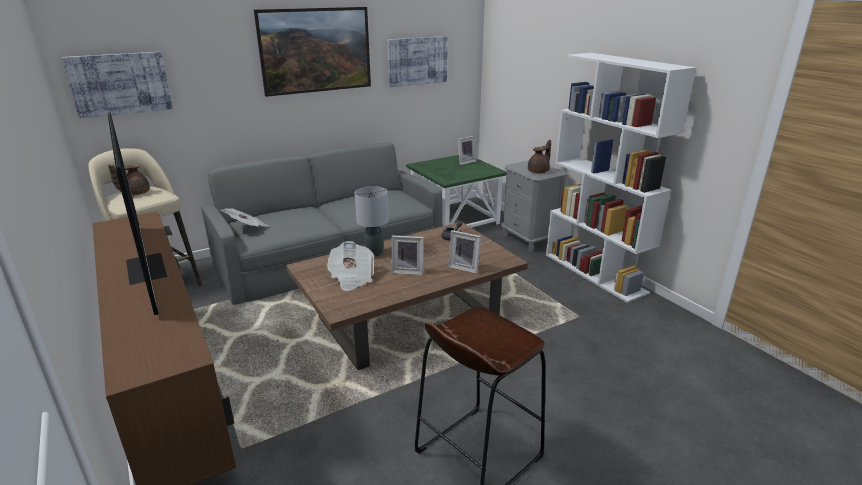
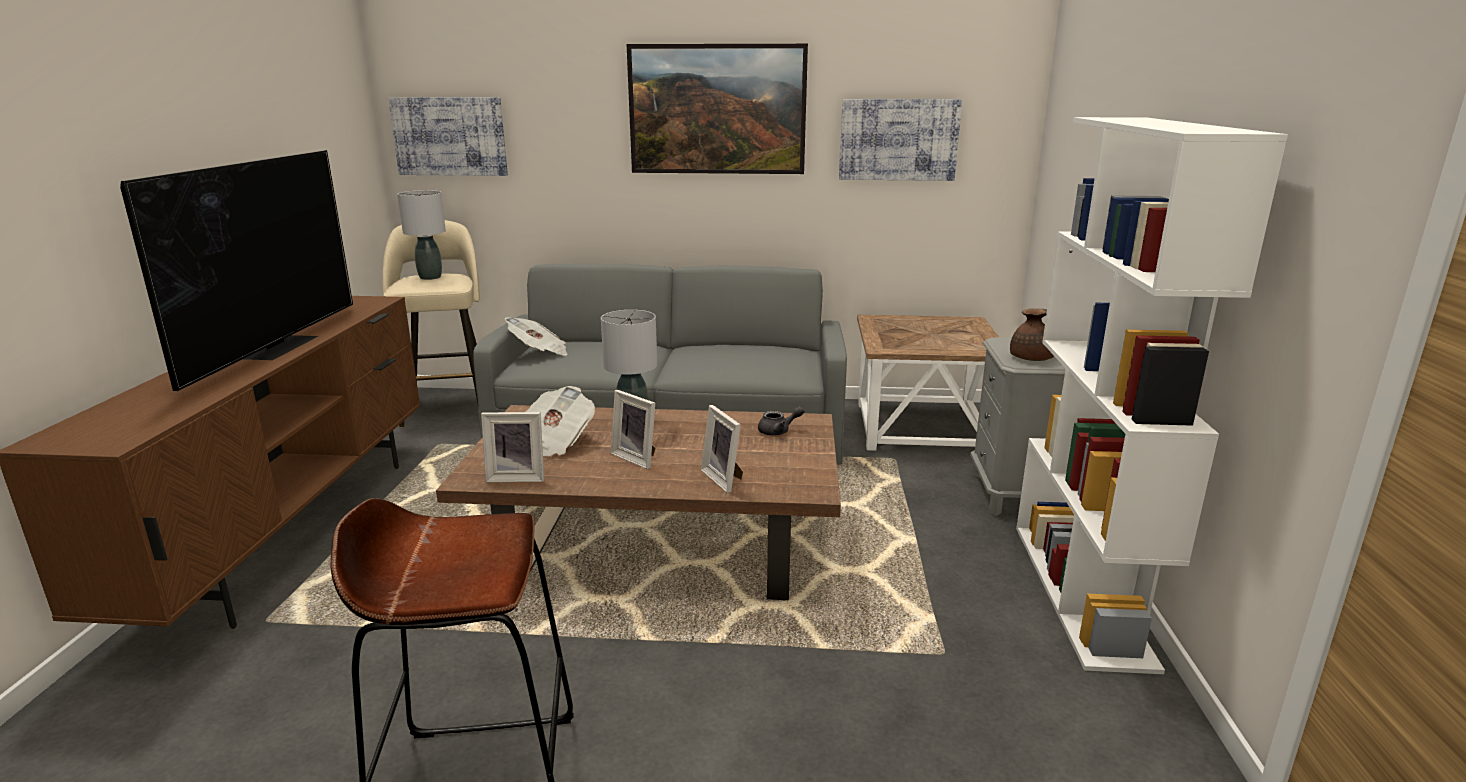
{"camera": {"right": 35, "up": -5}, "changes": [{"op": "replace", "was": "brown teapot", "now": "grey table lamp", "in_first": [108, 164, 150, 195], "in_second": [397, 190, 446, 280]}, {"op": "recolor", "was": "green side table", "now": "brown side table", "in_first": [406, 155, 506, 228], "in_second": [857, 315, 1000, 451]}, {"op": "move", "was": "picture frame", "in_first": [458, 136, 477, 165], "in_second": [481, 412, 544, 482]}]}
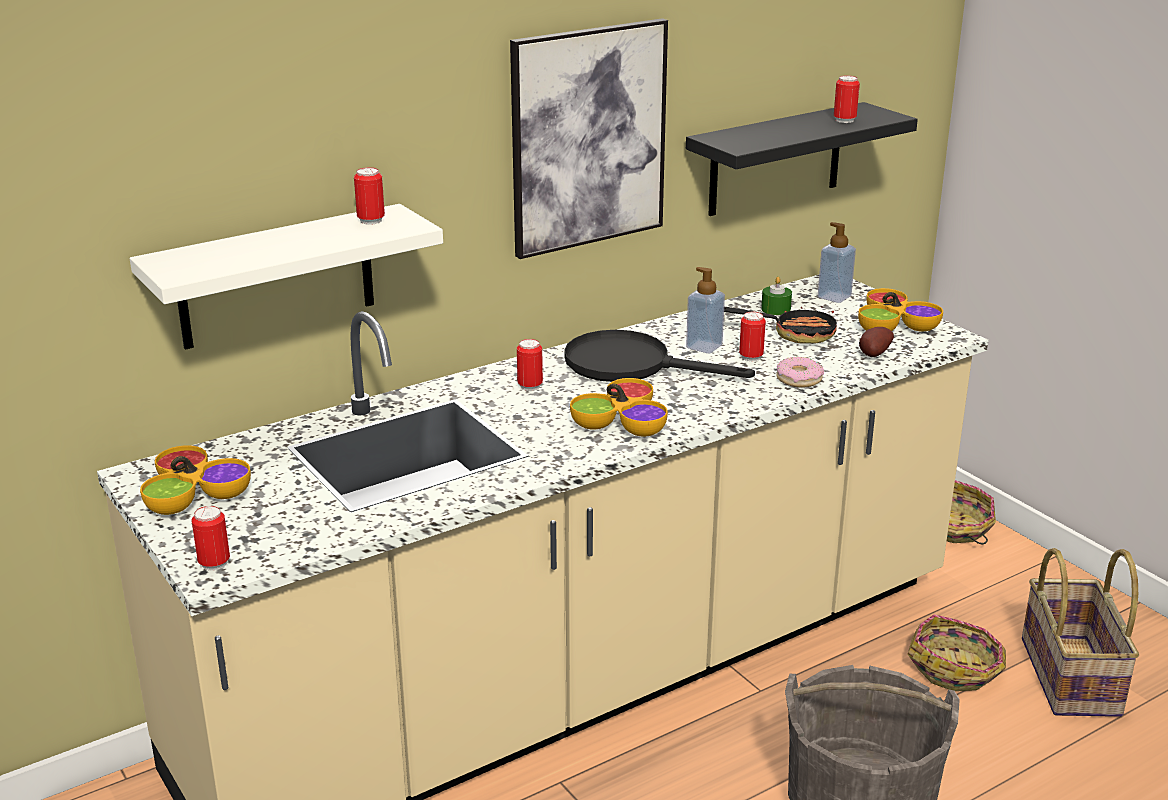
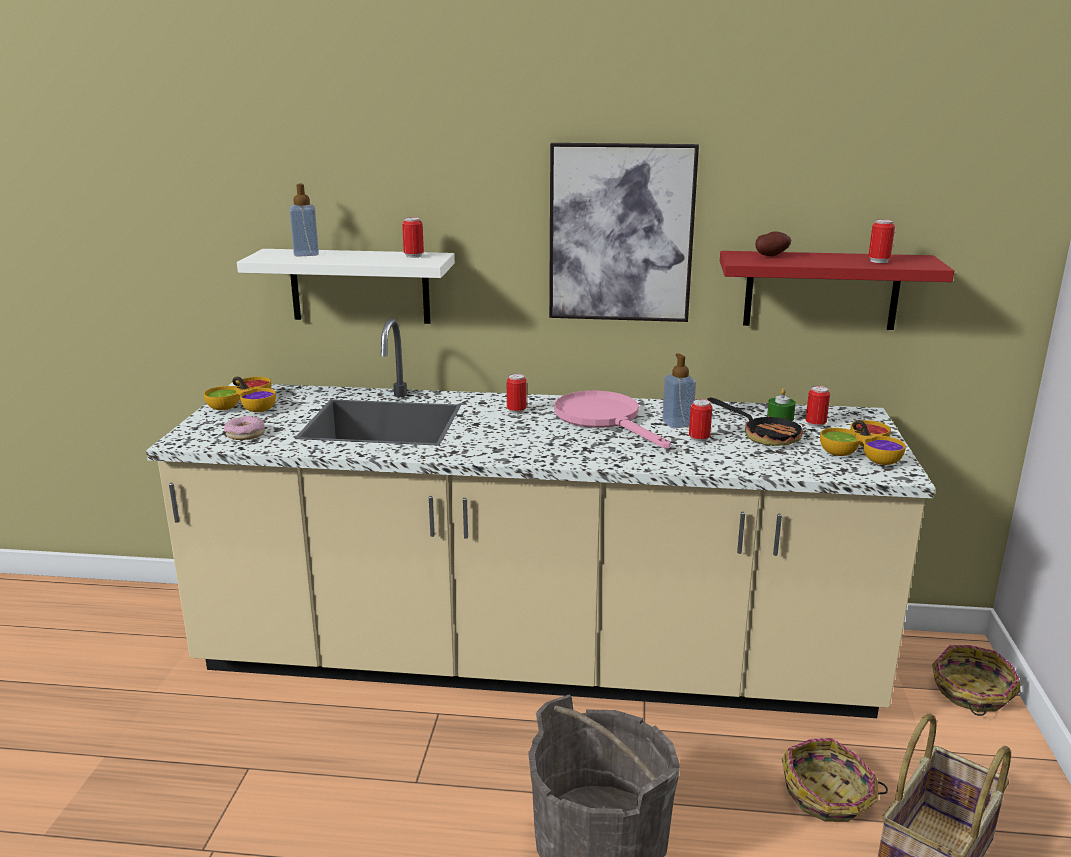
{"camera": {"right": 40, "up": -5}, "changes": [{"op": "move", "was": "can", "in_first": [191, 506, 230, 571], "in_second": [806, 386, 830, 428]}, {"op": "recolor", "was": "black frying pan", "now": "pink frying pan", "in_first": [564, 330, 755, 382], "in_second": [554, 391, 671, 449]}, {"op": "delete", "was": "bowl", "in_first": [570, 378, 668, 437]}, {"op": "recolor", "was": "black shelf", "now": "red shelf", "in_first": [686, 102, 918, 216], "in_second": [720, 251, 954, 330]}, {"op": "move", "was": "donut", "in_first": [776, 357, 824, 388], "in_second": [224, 416, 265, 440]}, {"op": "move", "was": "soap dispenser", "in_first": [818, 222, 856, 303], "in_second": [290, 183, 319, 256]}, {"op": "move", "was": "potato", "in_first": [859, 327, 894, 357], "in_second": [755, 231, 791, 256]}]}
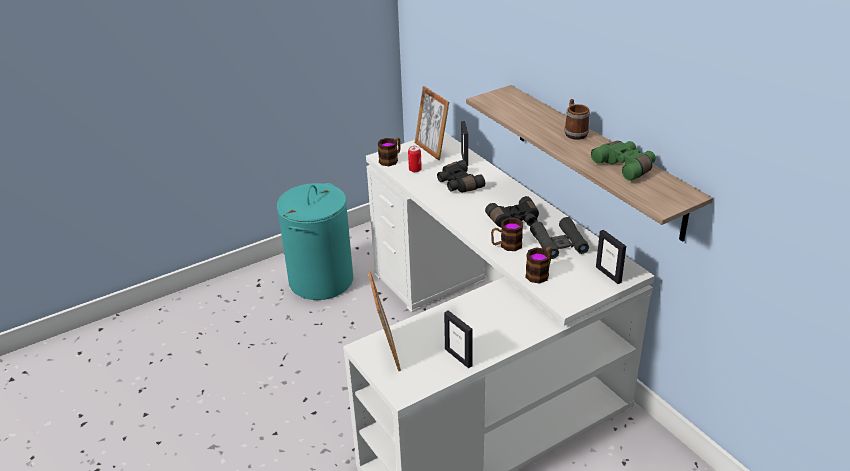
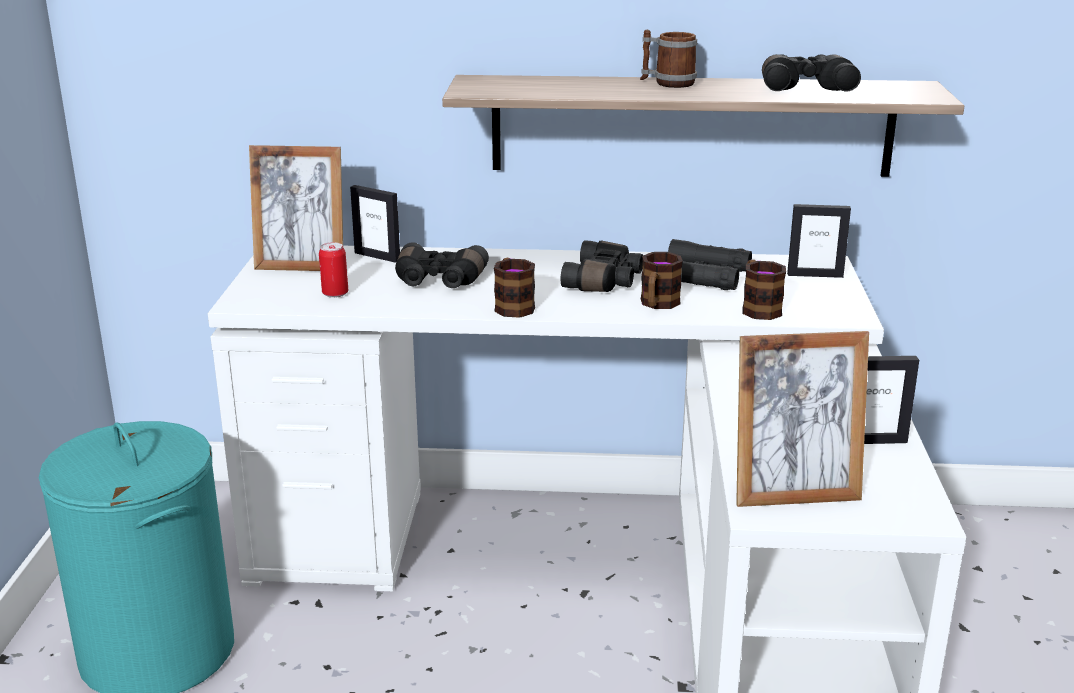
{"camera": {"right": -55, "up": -10}, "changes": [{"op": "rotate", "was": "picture frame", "in_first": [367, 271, 401, 371], "in_second": [736, 331, 869, 507], "clockwise": 150}, {"op": "move", "was": "mug", "in_first": [378, 138, 401, 166], "in_second": [494, 258, 535, 318]}, {"op": "recolor", "was": "green binoculars", "now": "black binoculars", "in_first": [591, 141, 655, 181], "in_second": [762, 54, 861, 92]}]}
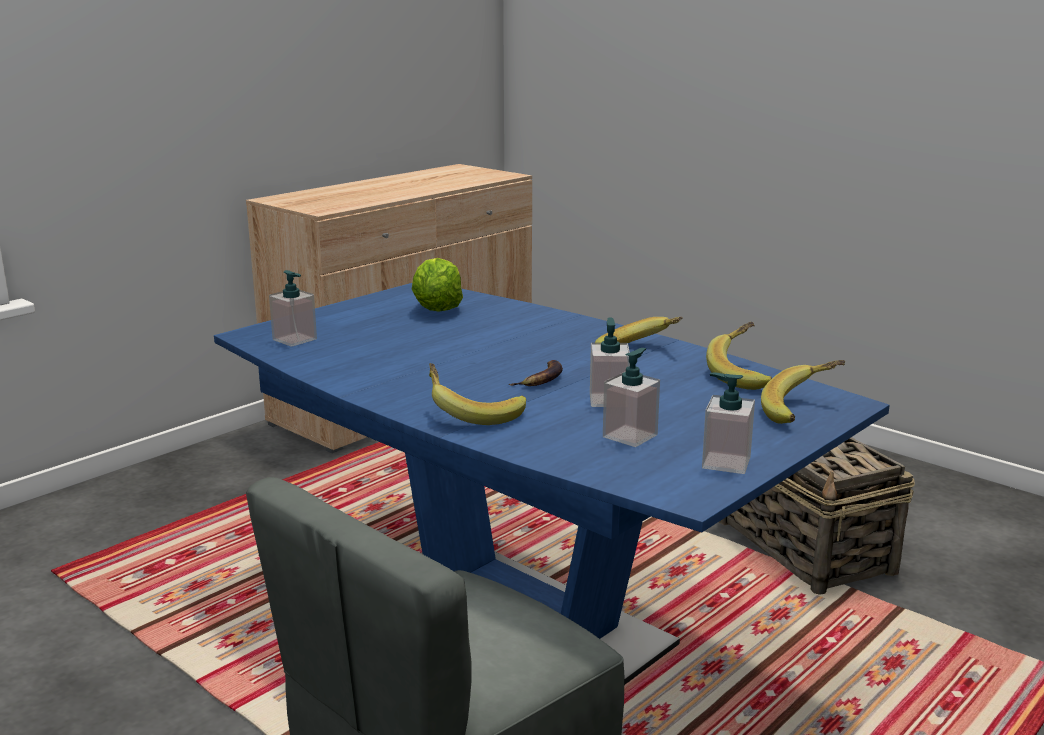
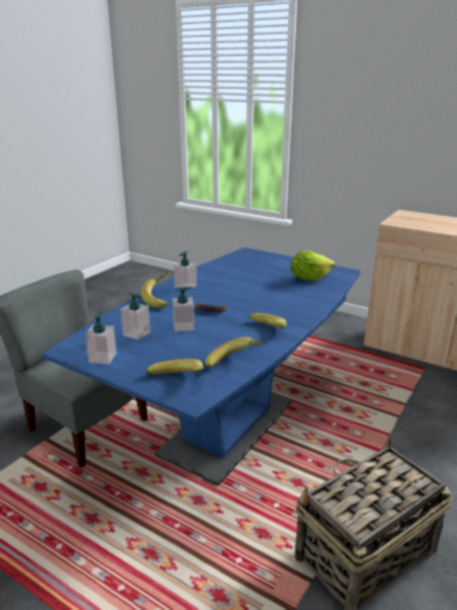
{"camera": {"right": 80, "up": 5}, "changes": [{"op": "move", "was": "soap dispenser", "in_first": [269, 270, 317, 347], "in_second": [174, 251, 197, 291]}]}
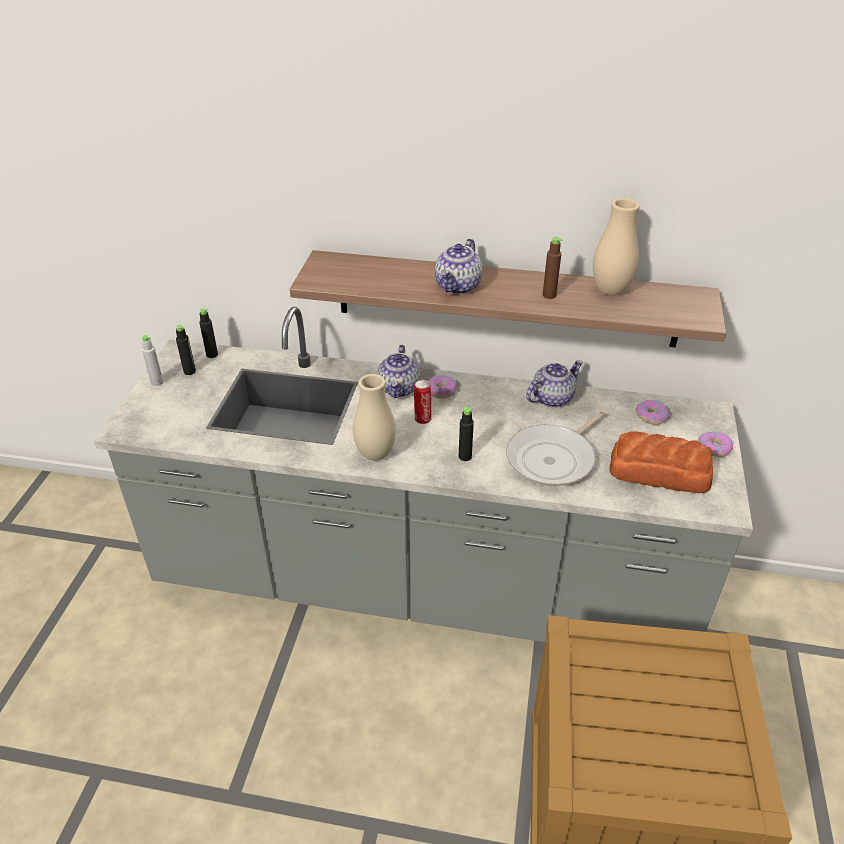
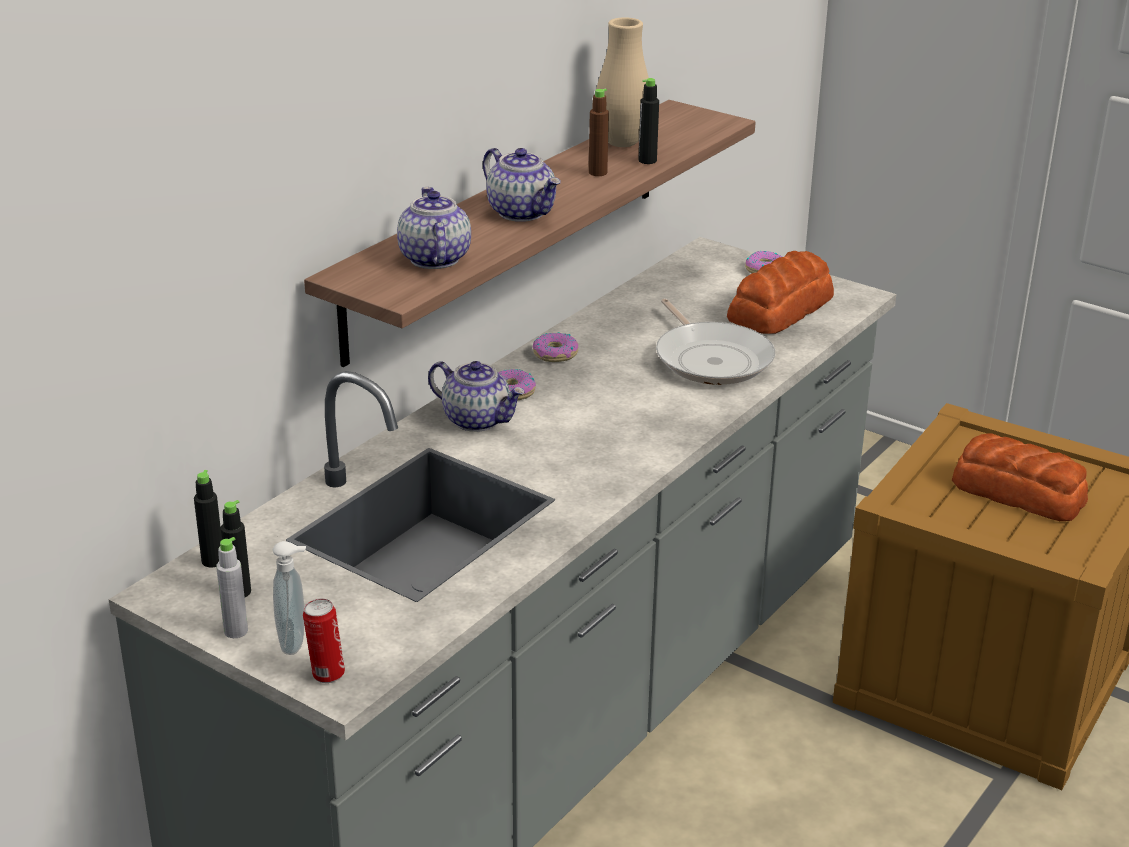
{"camera": {"right": -65, "up": -10}, "changes": [{"op": "delete", "was": "beige vase", "in_first": [353, 374, 396, 461]}, {"op": "move", "was": "can", "in_first": [414, 380, 432, 424], "in_second": [303, 599, 345, 683]}, {"op": "move", "was": "black bottle", "in_first": [458, 406, 474, 461], "in_second": [638, 78, 659, 164]}, {"op": "move", "was": "teapot", "in_first": [526, 360, 583, 408], "in_second": [397, 187, 471, 269]}, {"op": "move", "was": "donut", "in_first": [636, 400, 669, 425], "in_second": [532, 332, 578, 362]}, {"op": "insert", "now": "soap dispenser", "in_second": [273, 541, 306, 655]}, {"op": "insert", "now": "bread", "in_second": [952, 433, 1088, 521]}]}
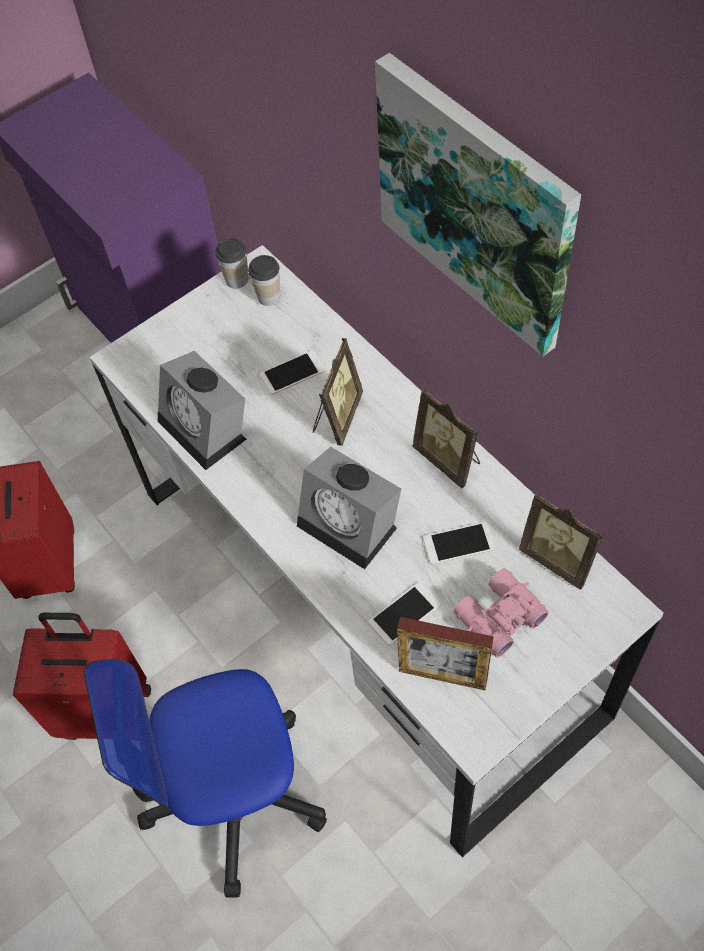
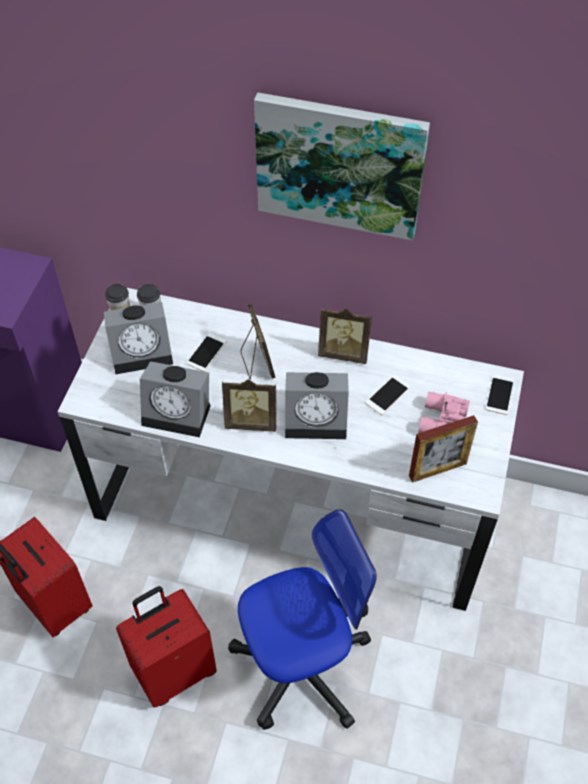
{"camera": {"right": -40, "up": -5}, "changes": [{"op": "rotate", "was": "office chair", "in_first": [84, 659, 327, 898], "in_second": [228, 509, 377, 730], "clockwise": -150}, {"op": "move", "was": "phone", "in_first": [368, 582, 441, 646], "in_second": [485, 373, 515, 415]}, {"op": "move", "was": "picture frame", "in_first": [519, 492, 604, 590], "in_second": [222, 379, 276, 432]}, {"op": "insert", "now": "alarm clock", "in_second": [104, 302, 173, 374]}]}
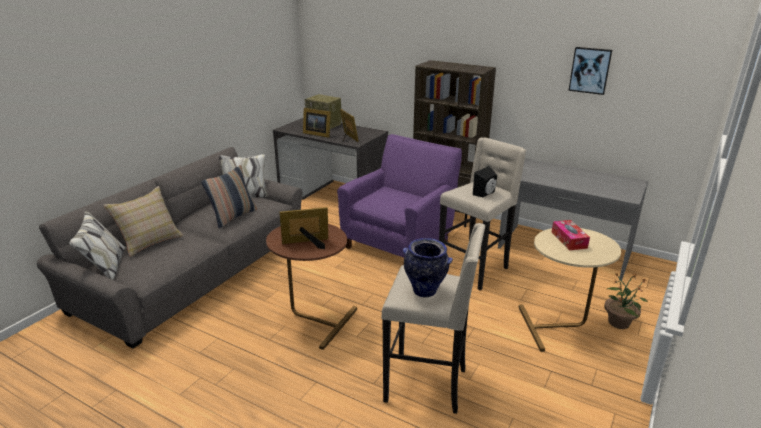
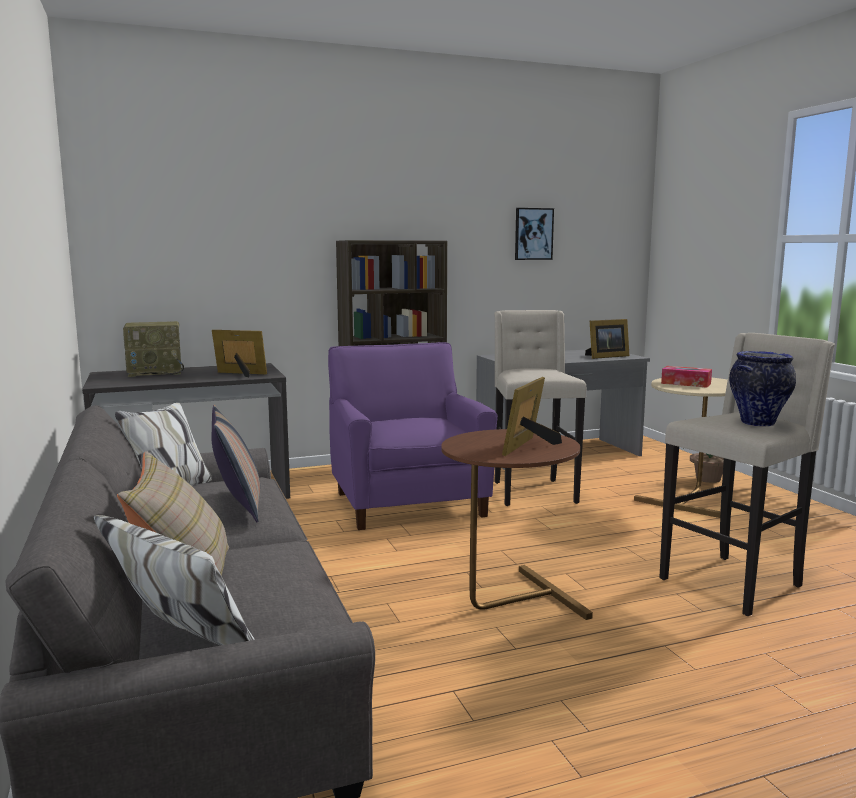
{"camera": {"right": -50, "up": -15}, "changes": [{"op": "move", "was": "picture frame", "in_first": [303, 108, 331, 138], "in_second": [585, 319, 630, 359]}, {"op": "delete", "was": "black speaker", "in_first": [473, 166, 497, 198]}]}
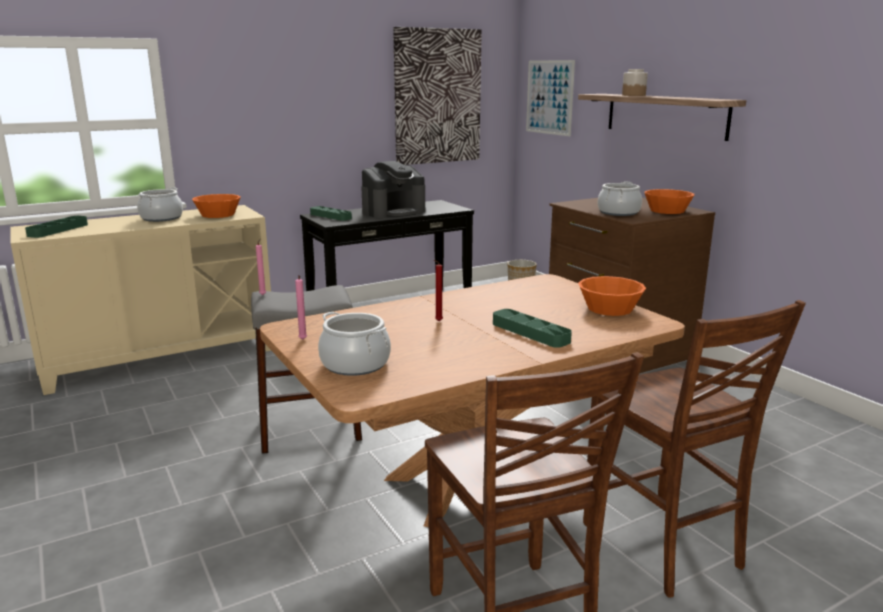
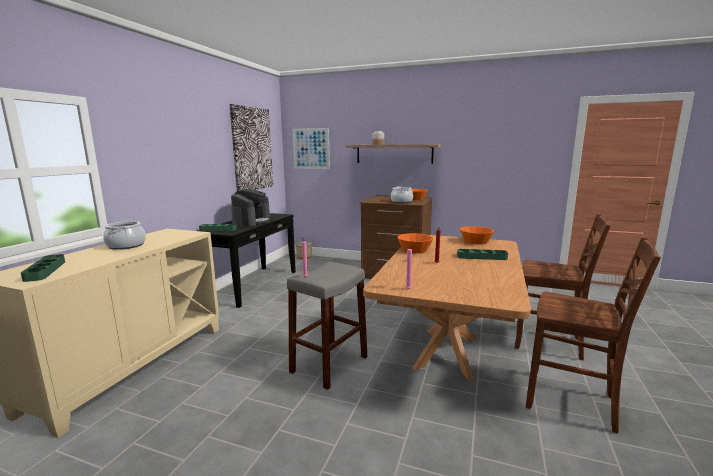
{"camera": {"right": -40, "up": -5}, "changes": [{"op": "move", "was": "orange bowl", "in_first": [192, 194, 241, 218], "in_second": [397, 233, 433, 253]}, {"op": "delete", "was": "cooking pot", "in_first": [318, 312, 391, 376]}]}
